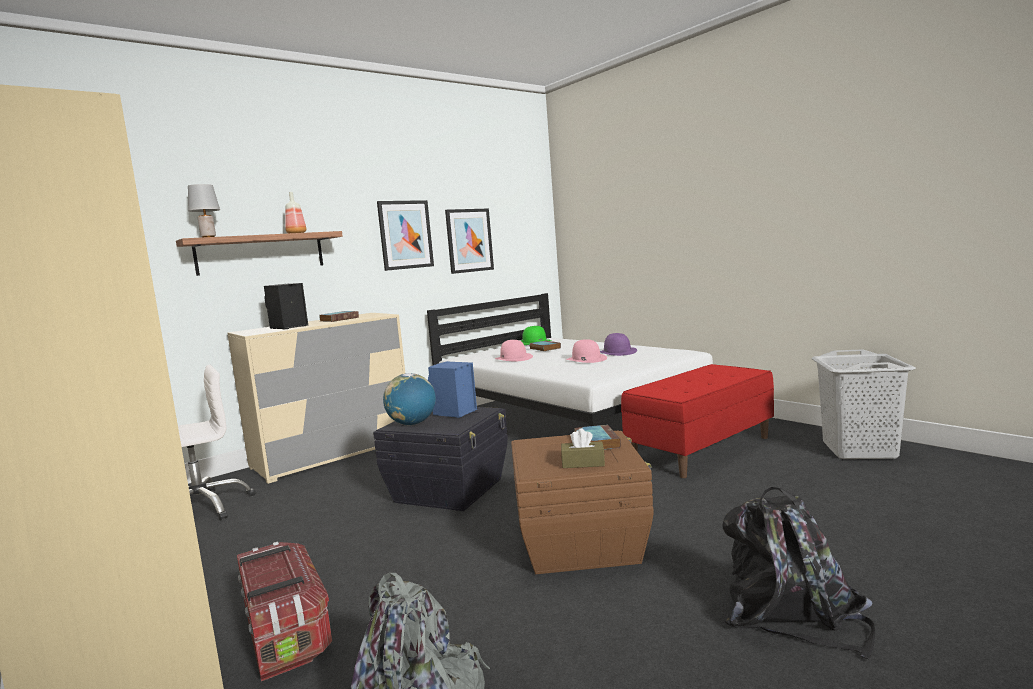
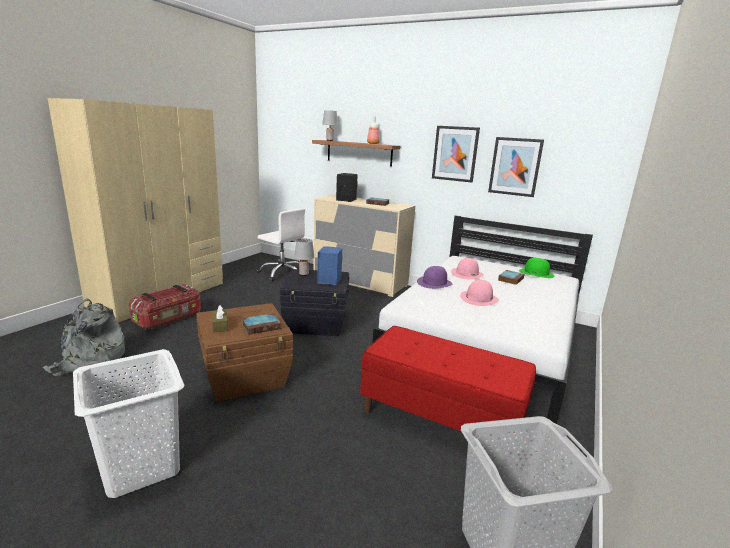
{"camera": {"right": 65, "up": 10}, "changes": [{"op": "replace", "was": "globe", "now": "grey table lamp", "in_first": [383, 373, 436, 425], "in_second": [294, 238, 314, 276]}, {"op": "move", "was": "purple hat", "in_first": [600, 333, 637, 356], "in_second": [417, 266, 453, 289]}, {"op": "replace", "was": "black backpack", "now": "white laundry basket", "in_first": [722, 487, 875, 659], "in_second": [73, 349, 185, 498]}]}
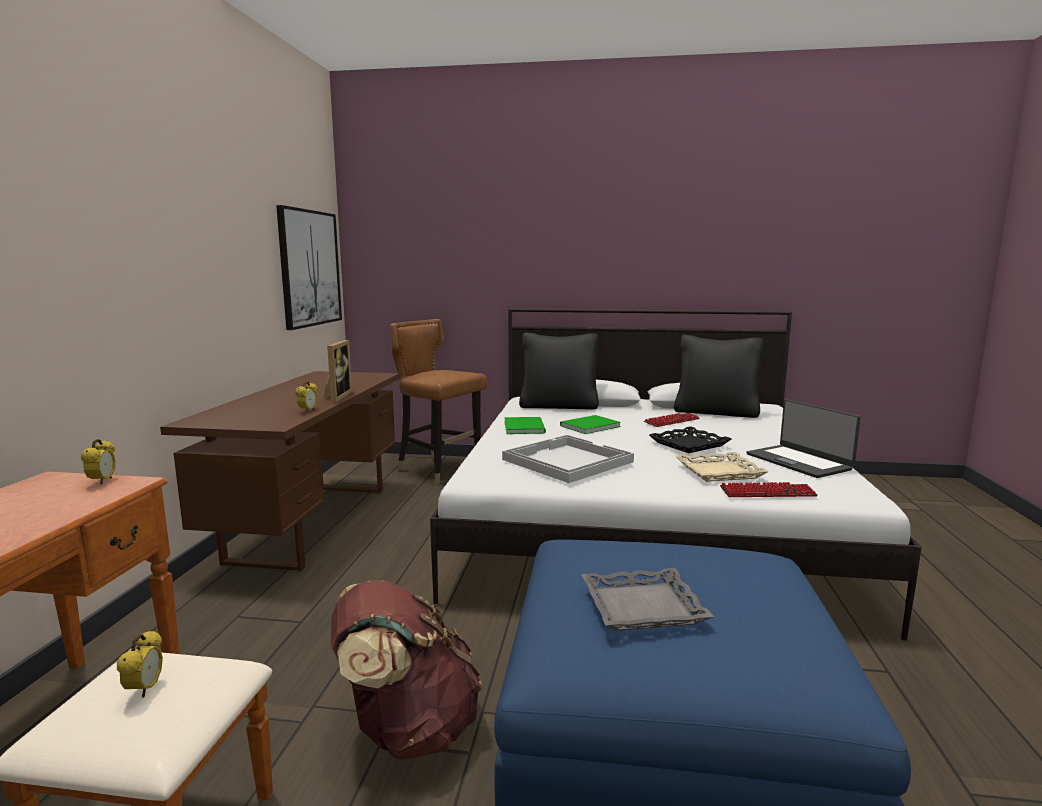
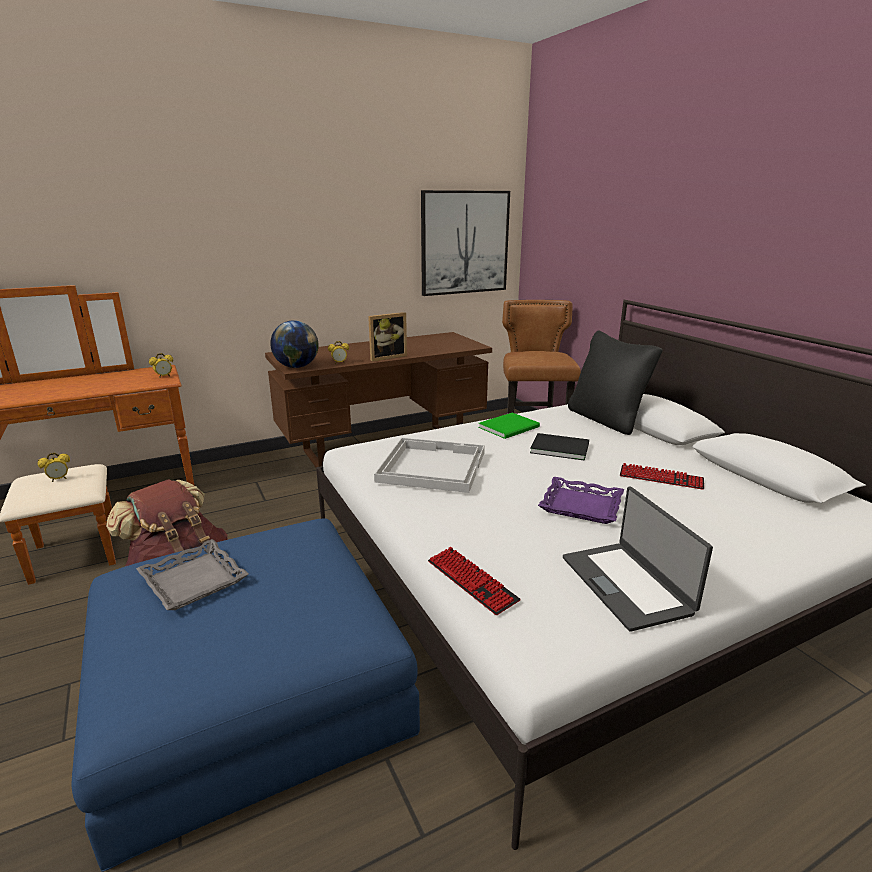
{"camera": {"right": 55, "up": 10}, "changes": [{"op": "recolor", "was": "green book", "now": "black book", "in_first": [560, 415, 621, 434], "in_second": [530, 433, 589, 461]}, {"op": "recolor", "was": "black tray", "now": "purple tray", "in_first": [649, 426, 731, 453], "in_second": [538, 477, 624, 524]}, {"op": "delete", "was": "black pillow", "in_first": [674, 335, 764, 418]}, {"op": "delete", "was": "beige tray", "in_first": [675, 452, 769, 482]}, {"op": "rotate", "was": "laptop", "in_first": [746, 399, 861, 478], "in_second": [563, 487, 713, 632], "clockwise": -45}, {"op": "insert", "now": "globe", "in_second": [271, 320, 319, 368]}]}
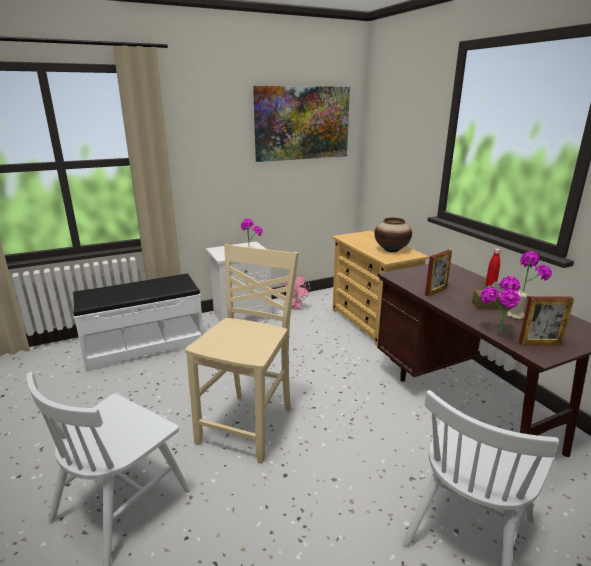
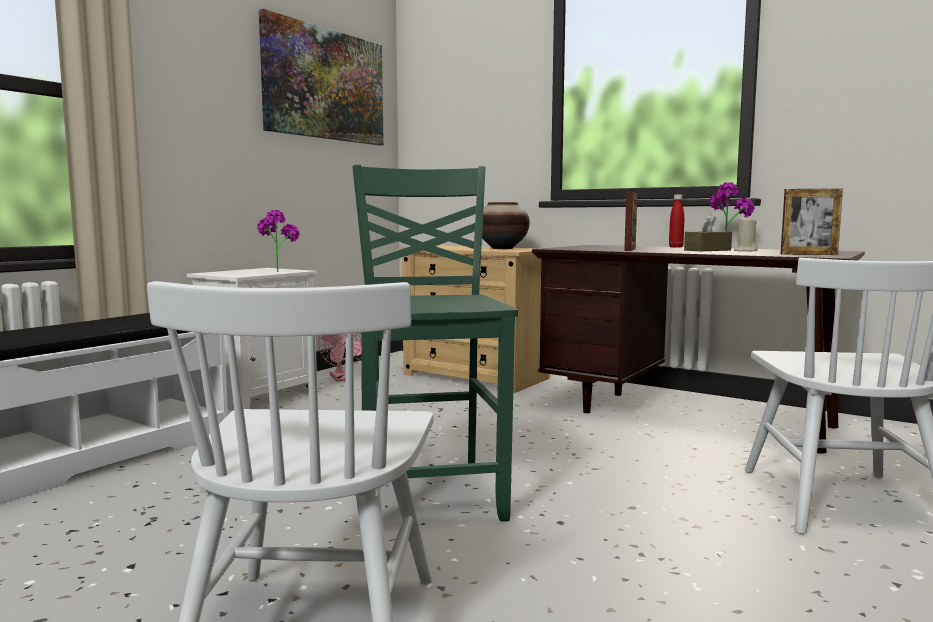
{"camera": {"right": -30, "up": -15}, "changes": [{"op": "recolor", "was": "beige chair", "now": "green chair", "in_first": [185, 244, 299, 464], "in_second": [353, 165, 518, 522]}, {"op": "delete", "was": "potted plant", "in_first": [481, 276, 520, 331]}, {"op": "rotate", "was": "picture frame", "in_first": [519, 296, 574, 346], "in_second": [781, 188, 843, 255], "clockwise": 45}]}
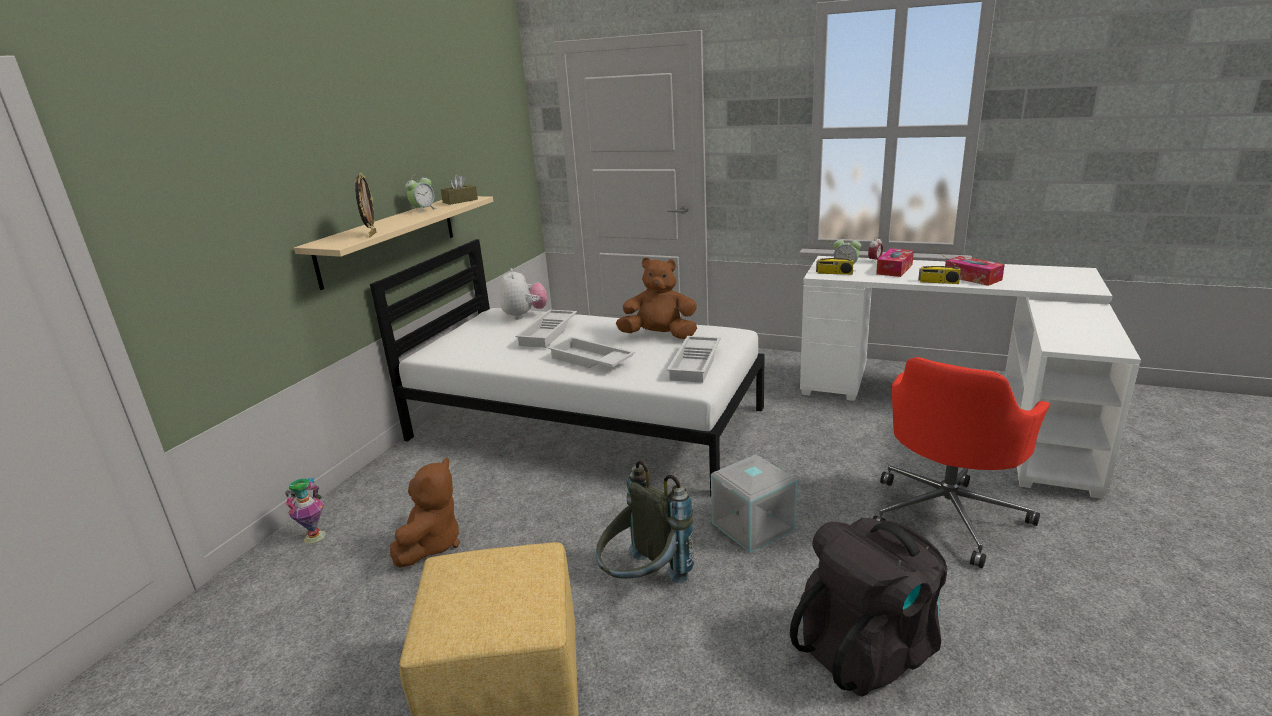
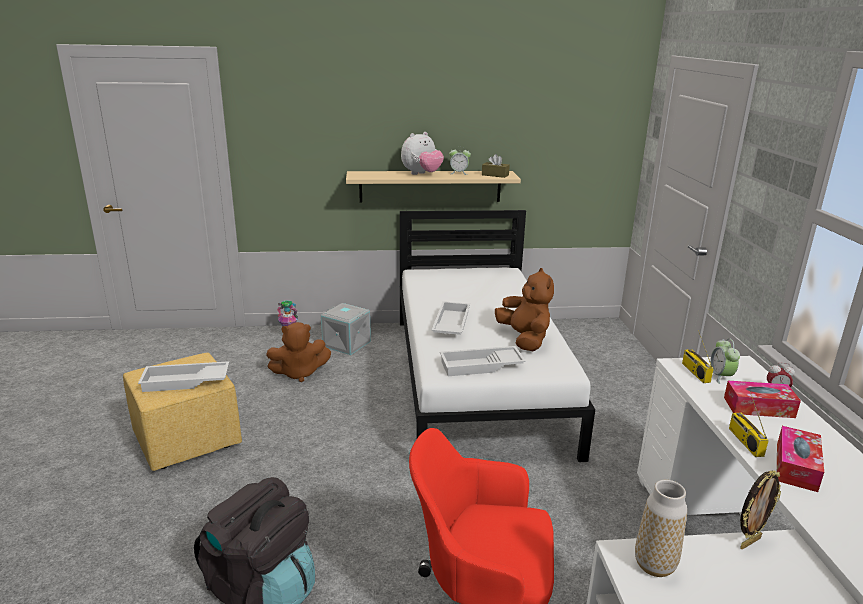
{"camera": {"right": 60, "up": 0}, "changes": [{"op": "move", "was": "picture frame", "in_first": [355, 173, 376, 237], "in_second": [740, 471, 781, 550]}, {"op": "move", "was": "plush toy", "in_first": [500, 268, 547, 319], "in_second": [401, 132, 444, 175]}, {"op": "move", "was": "white tray", "in_first": [515, 310, 577, 348], "in_second": [138, 361, 229, 392]}, {"op": "delete", "was": "grey backpack", "in_first": [596, 461, 694, 583]}, {"op": "move", "was": "grey storage box", "in_first": [711, 454, 797, 553], "in_second": [321, 303, 371, 355]}, {"op": "insert", "now": "vase", "in_second": [635, 480, 687, 577]}]}
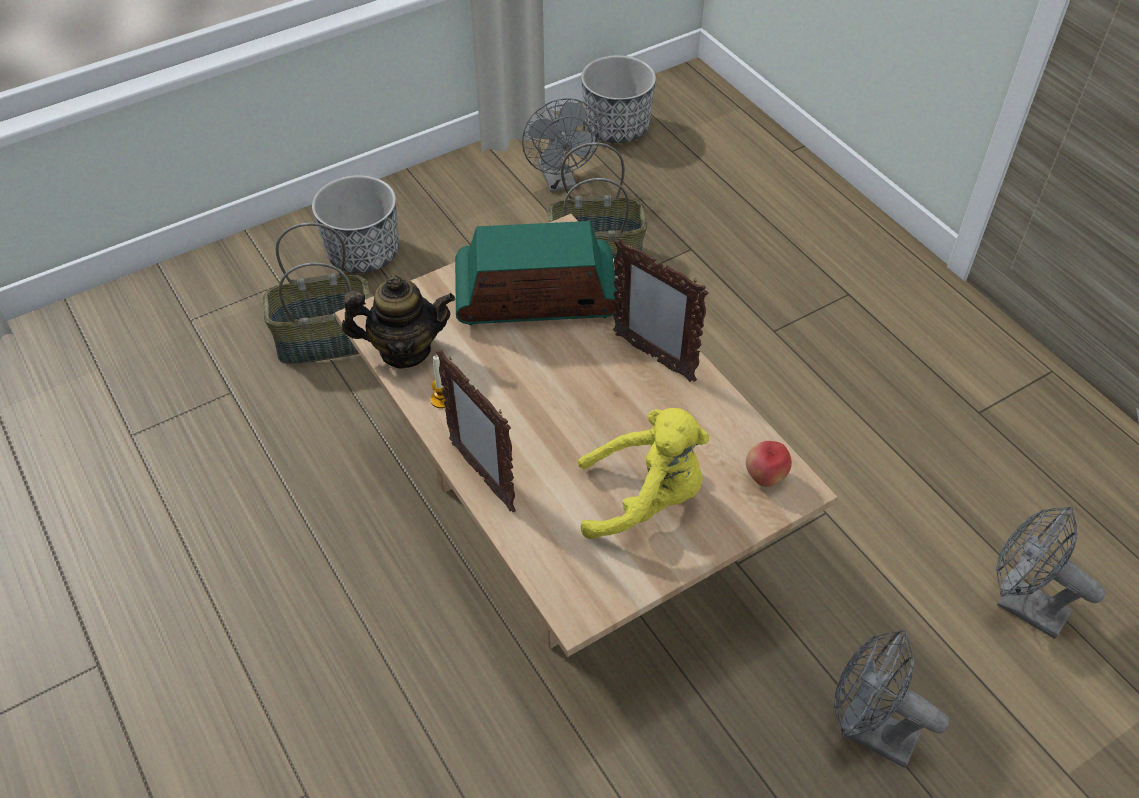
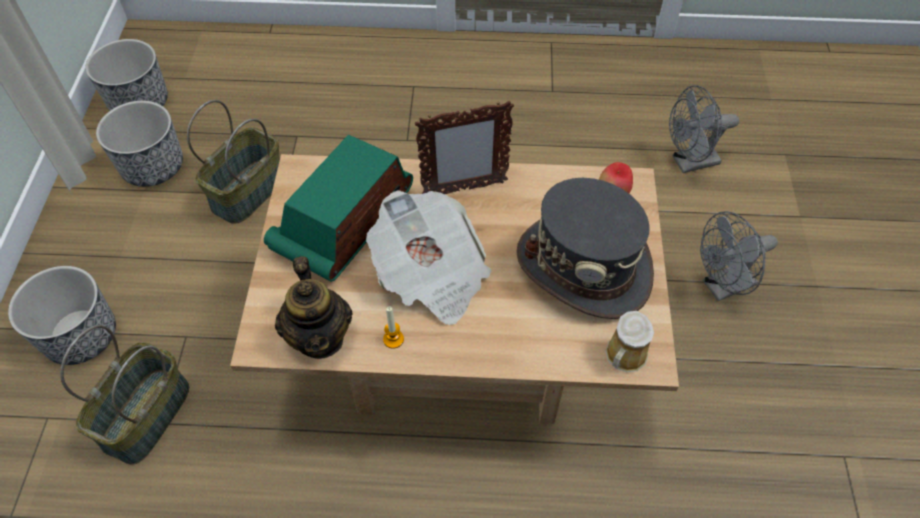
{"camera": {"right": -55, "up": 5}, "changes": [{"op": "rotate", "was": "teapot", "in_first": [342, 275, 455, 368], "in_second": [275, 256, 353, 359], "clockwise": 135}, {"op": "delete", "was": "picture frame", "in_first": [436, 351, 516, 512]}, {"op": "replace", "was": "grey fan", "now": "planter", "in_first": [522, 98, 601, 192], "in_second": [96, 101, 183, 187]}, {"op": "replace", "was": "yellow plush toy", "now": "grey hat", "in_first": [578, 408, 709, 539], "in_second": [516, 178, 654, 319]}, {"op": "insert", "now": "newspaper", "in_second": [366, 190, 492, 325]}, {"op": "insert", "now": "mug", "in_second": [605, 311, 654, 372]}]}
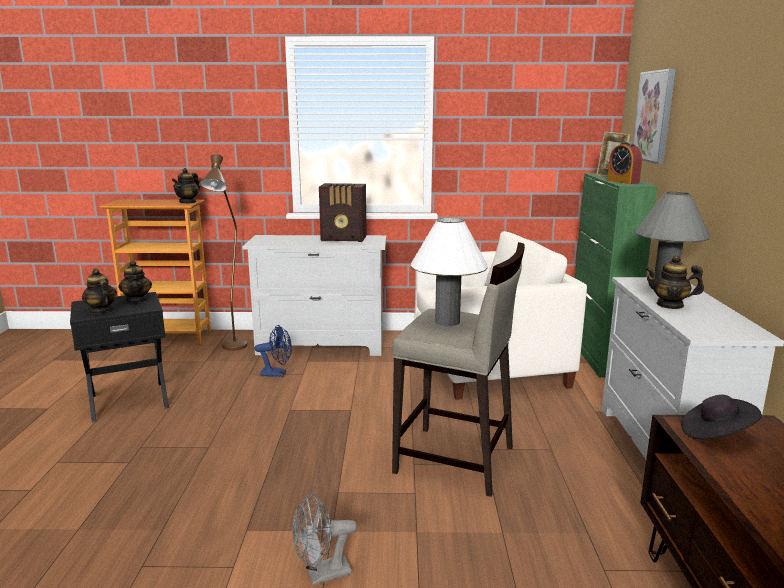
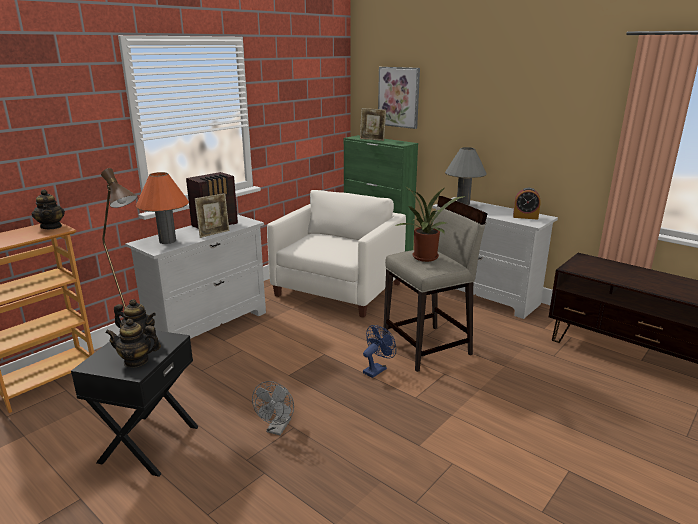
{"camera": {"right": -50, "up": 5}, "changes": [{"op": "move", "was": "blue fan", "in_first": [254, 325, 292, 377], "in_second": [363, 325, 397, 378]}, {"op": "move", "was": "grey fan", "in_first": [293, 493, 357, 585], "in_second": [252, 381, 294, 435]}, {"op": "replace", "was": "white table lamp", "now": "potted plant", "in_first": [411, 218, 488, 326], "in_second": [395, 186, 466, 262]}, {"op": "move", "was": "alarm clock", "in_first": [607, 142, 642, 184], "in_second": [513, 188, 541, 220]}, {"op": "delete", "was": "teapot", "in_first": [645, 255, 704, 309]}, {"op": "delete", "was": "black hat", "in_first": [681, 395, 762, 440]}, {"op": "insert", "now": "orange table lamp", "in_second": [136, 172, 189, 244]}, {"op": "insert", "now": "picture frame", "in_second": [195, 193, 229, 238]}]}
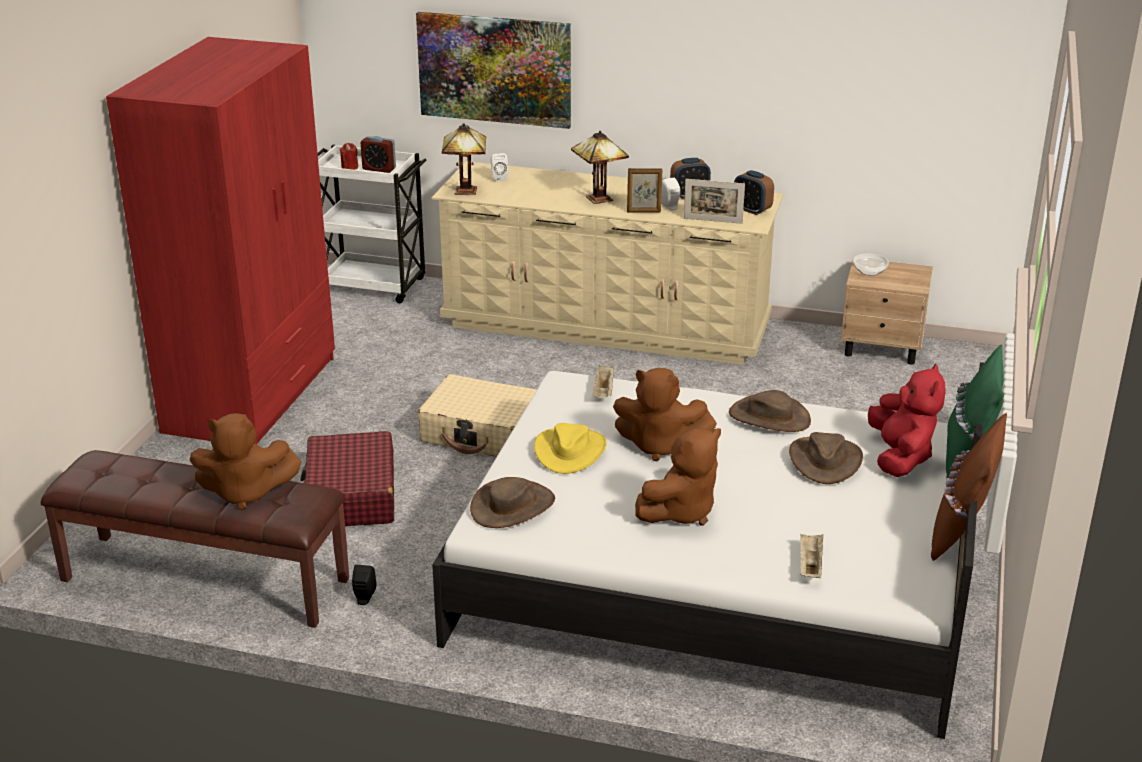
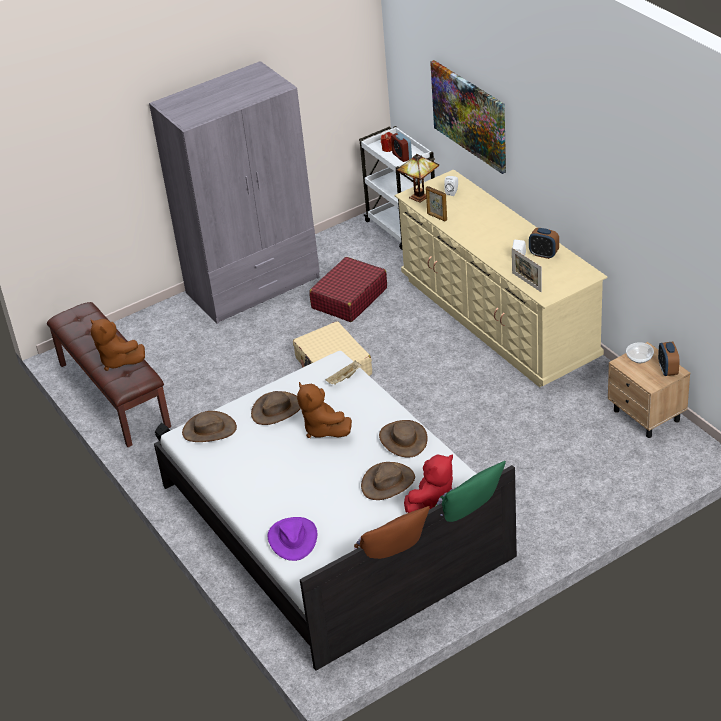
{"camera": {"right": 45, "up": 10}, "changes": [{"op": "recolor", "was": "red wardrobe", "now": "grey wardrobe", "in_first": [106, 37, 335, 444], "in_second": [149, 61, 320, 324]}, {"op": "move", "was": "red suitcase", "in_first": [300, 431, 394, 526], "in_second": [309, 257, 387, 322]}, {"op": "recolor", "was": "yellow hat", "now": "brown hat", "in_first": [534, 423, 607, 474], "in_second": [251, 391, 301, 425]}, {"op": "delete", "was": "table lamp", "in_first": [571, 131, 629, 204]}, {"op": "move", "was": "picture frame", "in_first": [627, 168, 662, 213], "in_second": [426, 186, 447, 221]}, {"op": "delete", "was": "brown plush toy", "in_first": [635, 428, 721, 526]}, {"op": "move", "was": "alarm clock", "in_first": [734, 170, 774, 215], "in_second": [658, 341, 680, 376]}, {"op": "replace", "was": "beige tray", "now": "purple hat", "in_first": [800, 534, 823, 578], "in_second": [268, 517, 317, 561]}]}
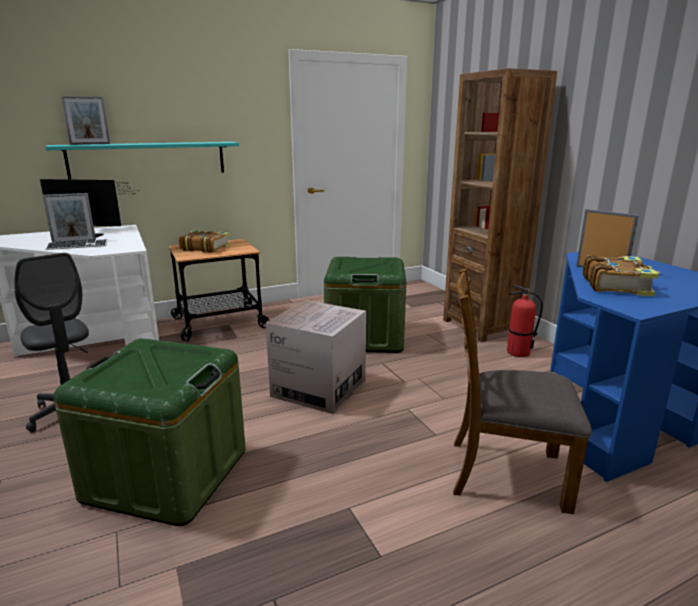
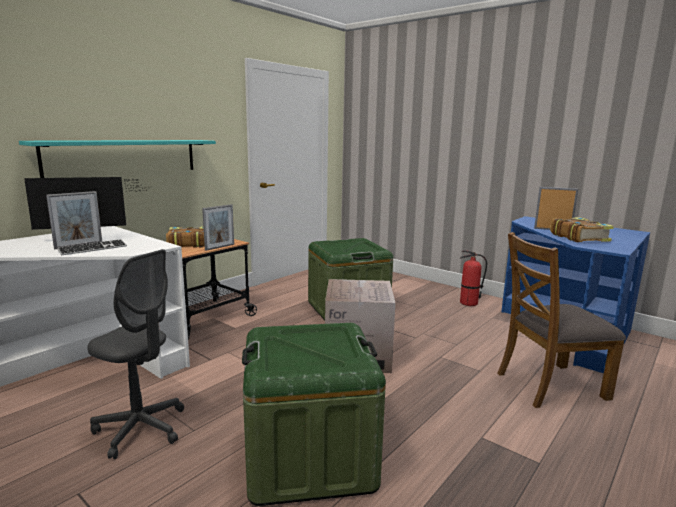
{"camera": {"right": -25, "up": -5}, "changes": [{"op": "move", "was": "picture frame", "in_first": [61, 96, 110, 145], "in_second": [202, 204, 234, 251]}, {"op": "delete", "was": "brown bookcase", "in_first": [443, 68, 557, 342]}]}
